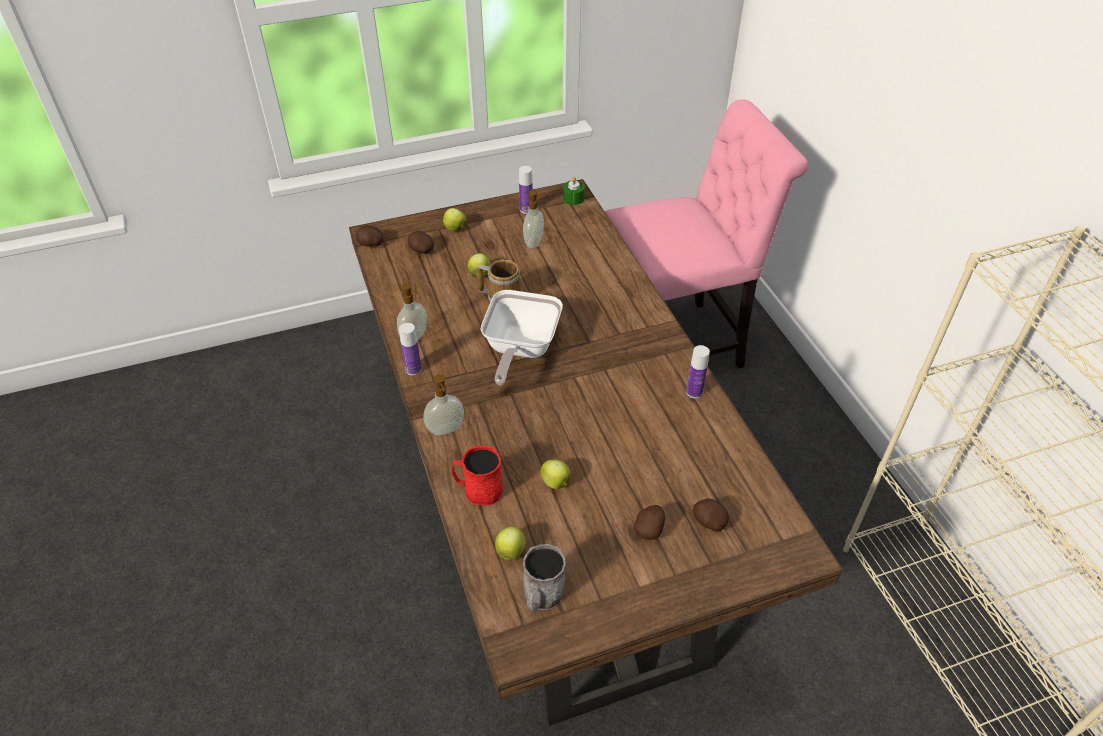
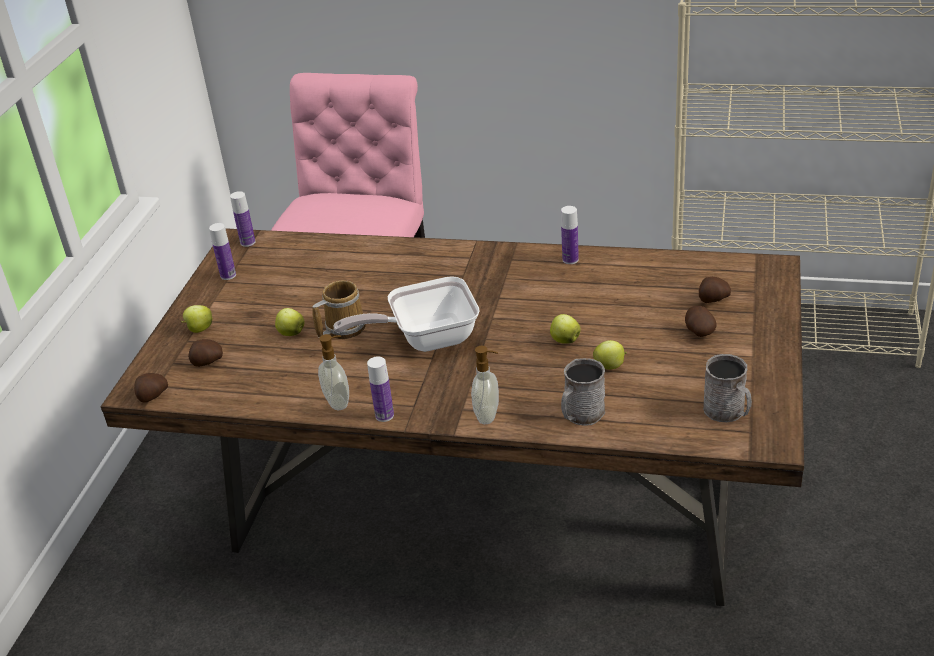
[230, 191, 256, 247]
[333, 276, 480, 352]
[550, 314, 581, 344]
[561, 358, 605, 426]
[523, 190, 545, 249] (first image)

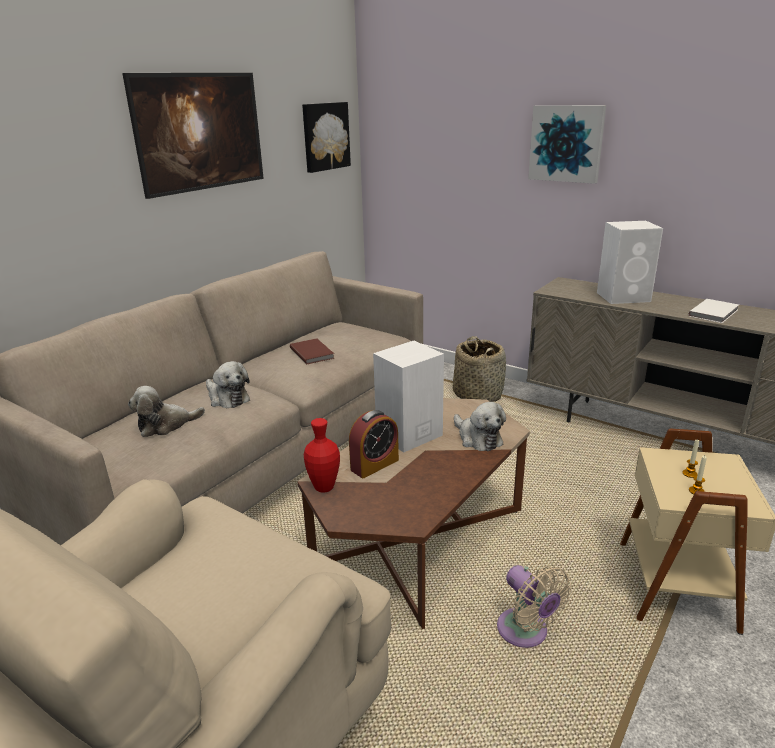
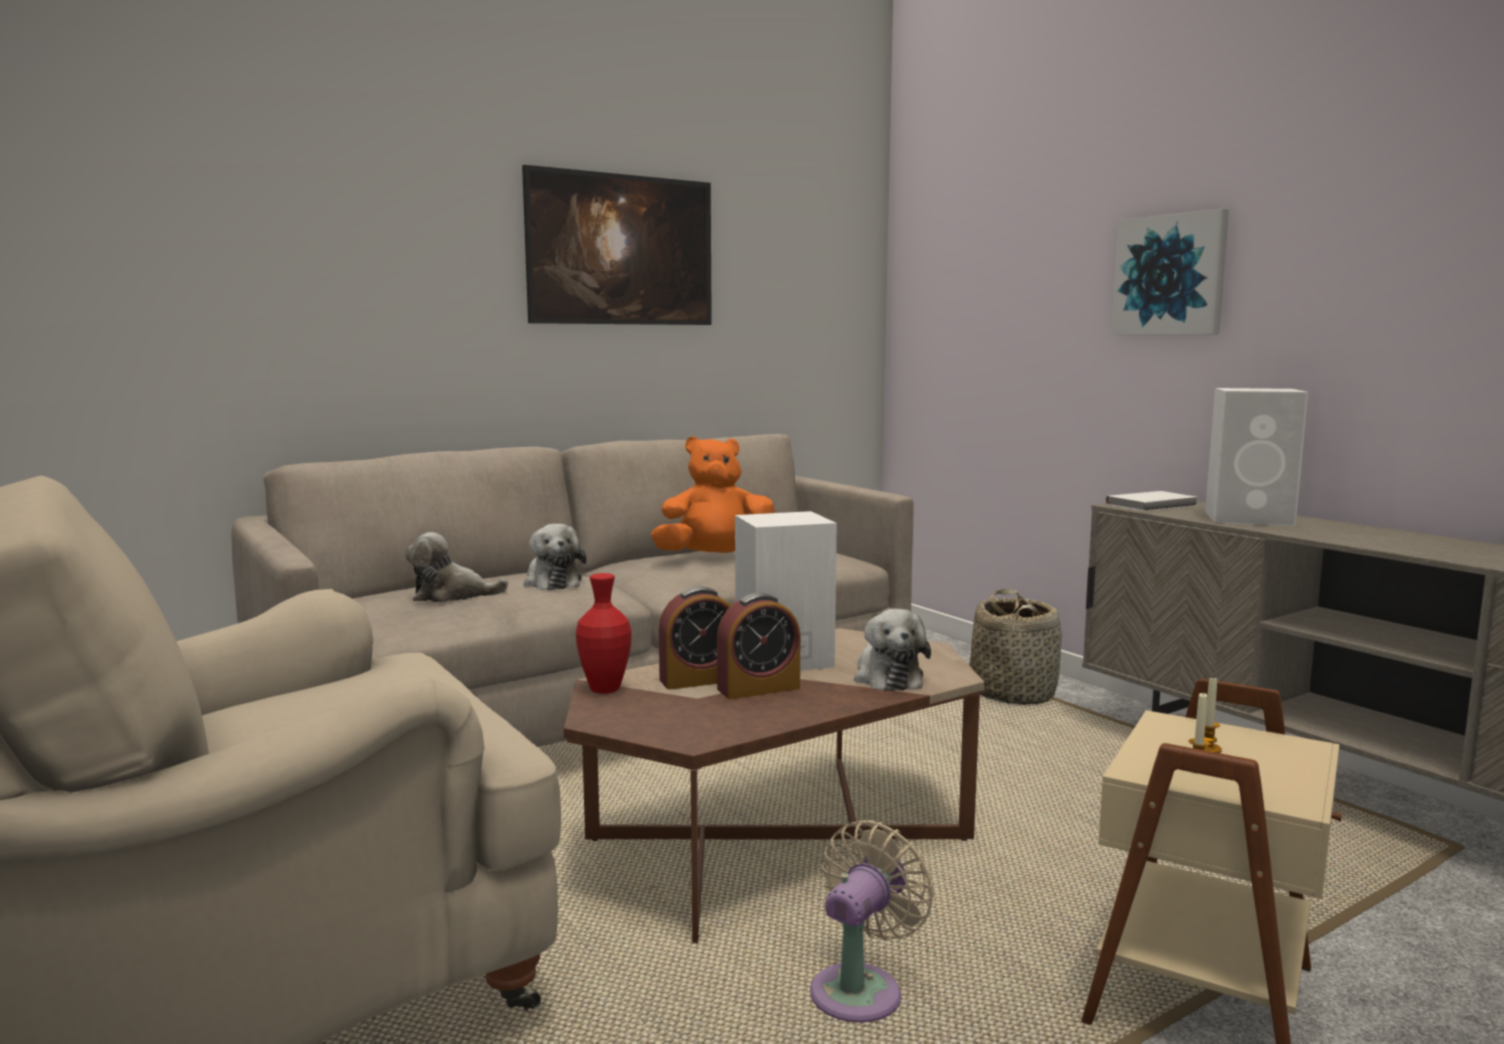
[651, 436, 775, 553]
[717, 593, 800, 699]
[810, 820, 934, 1023]
[1106, 491, 1198, 511]
[302, 102, 351, 173] (first image)

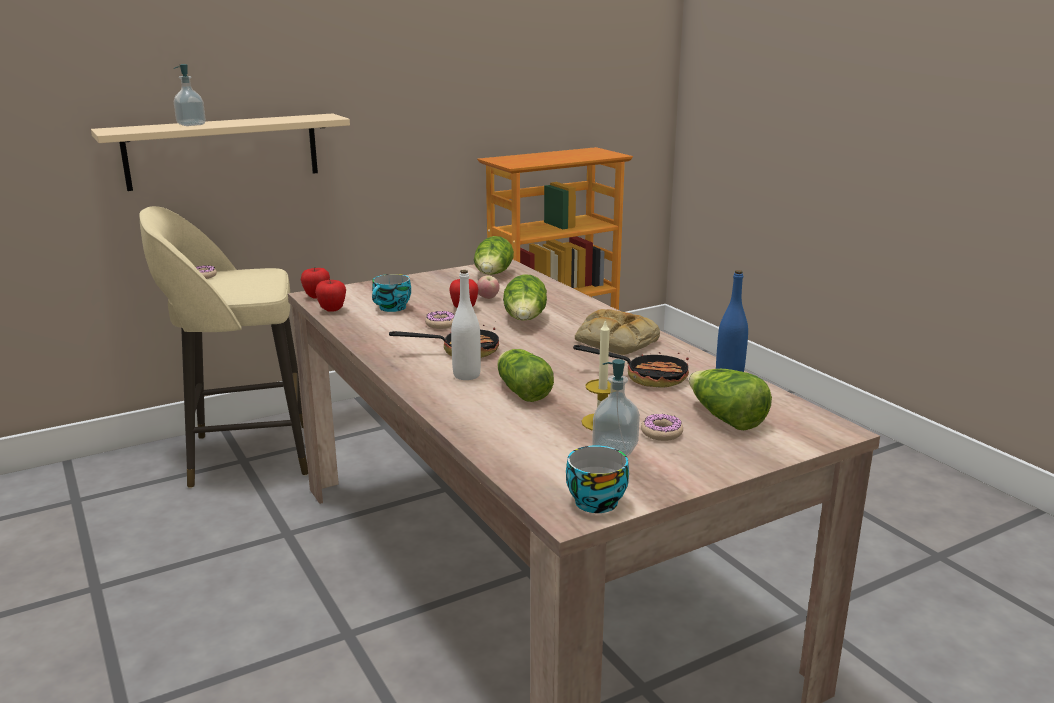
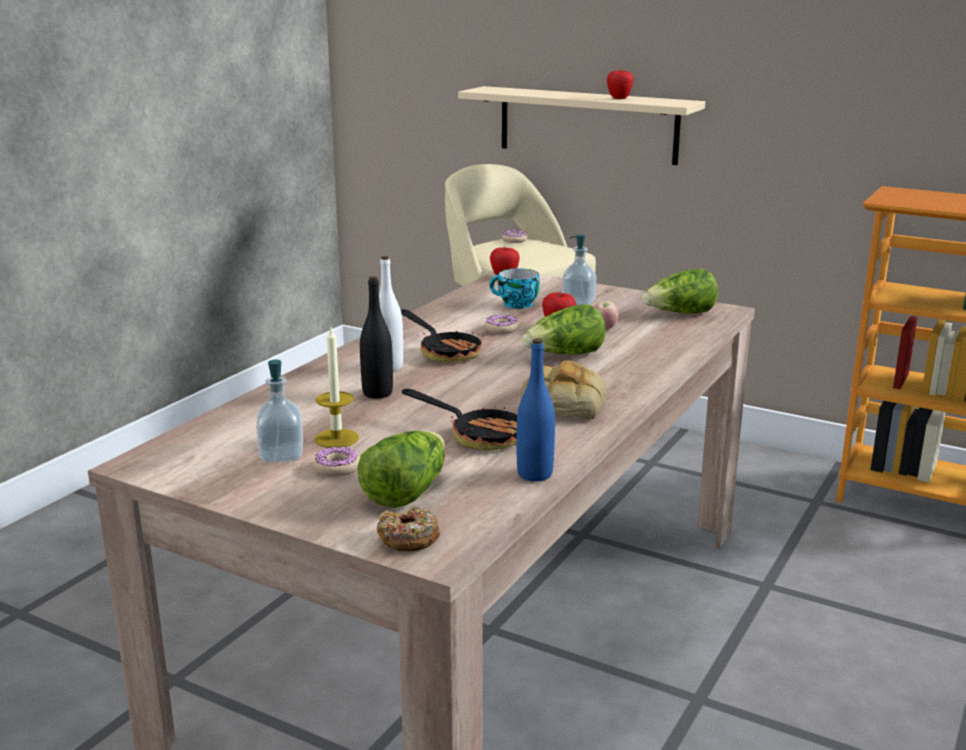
[360, 276, 393, 398]
[377, 506, 440, 551]
[402, 389, 517, 451]
[562, 234, 596, 305]
[607, 70, 634, 99]
[566, 446, 629, 513] (first image)

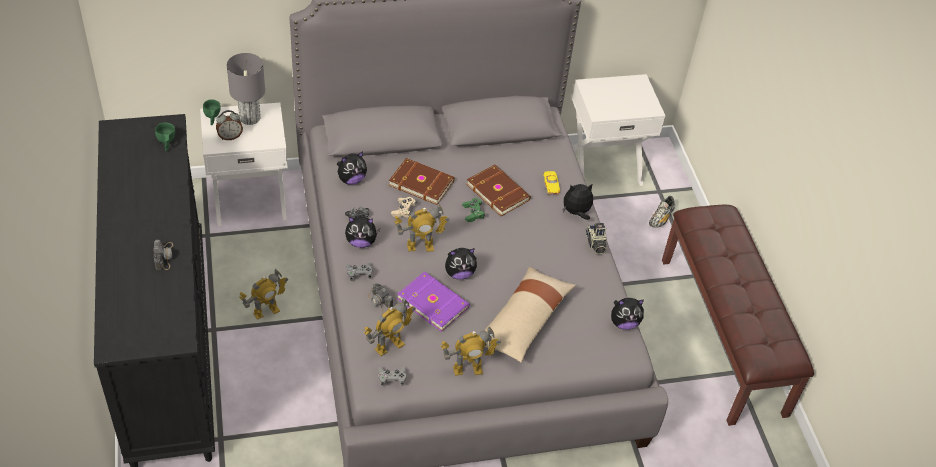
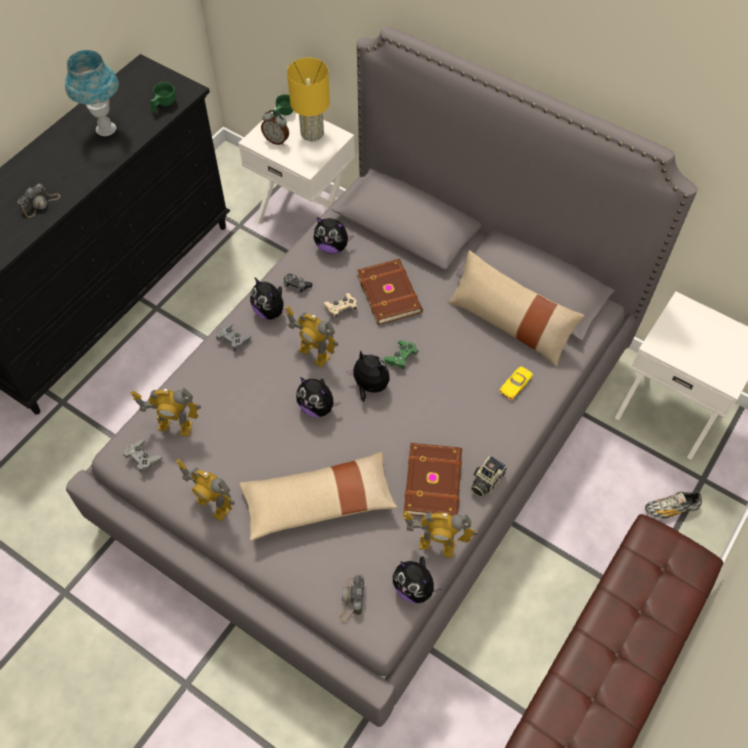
[65, 50, 119, 136]
[287, 58, 330, 141]
[339, 575, 364, 622]
[347, 350, 390, 402]
[403, 511, 478, 558]
[404, 443, 462, 516]
[449, 250, 584, 366]
[397, 271, 470, 332] (first image)

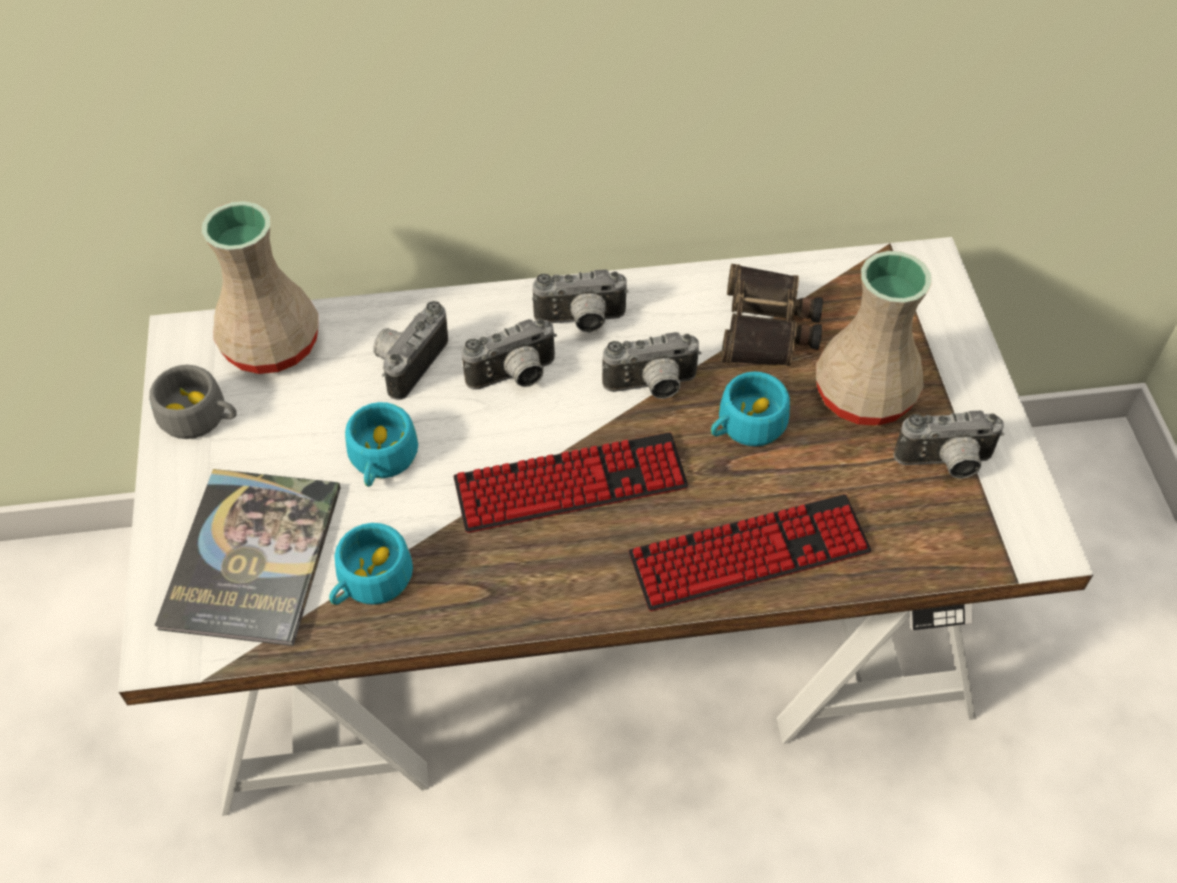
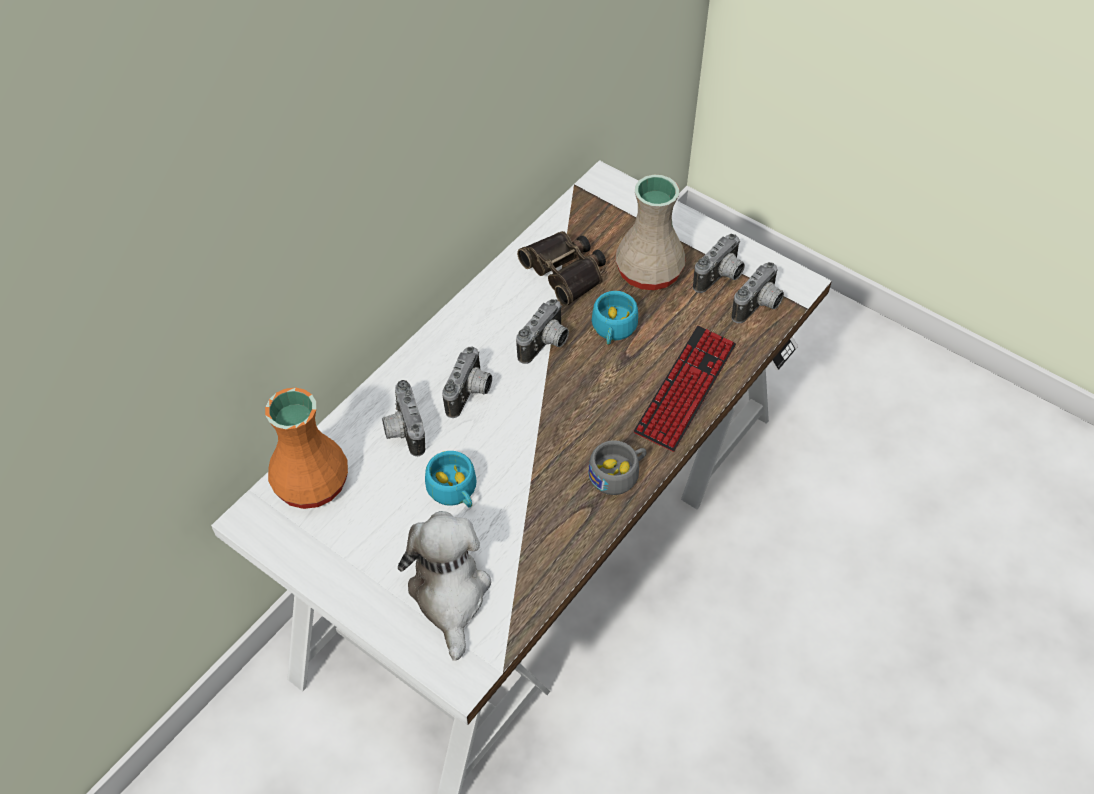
[265, 387, 348, 509]
[398, 511, 491, 661]
[588, 440, 646, 495]
[732, 262, 784, 323]
[329, 523, 413, 605] (first image)
[453, 432, 688, 533] (first image)

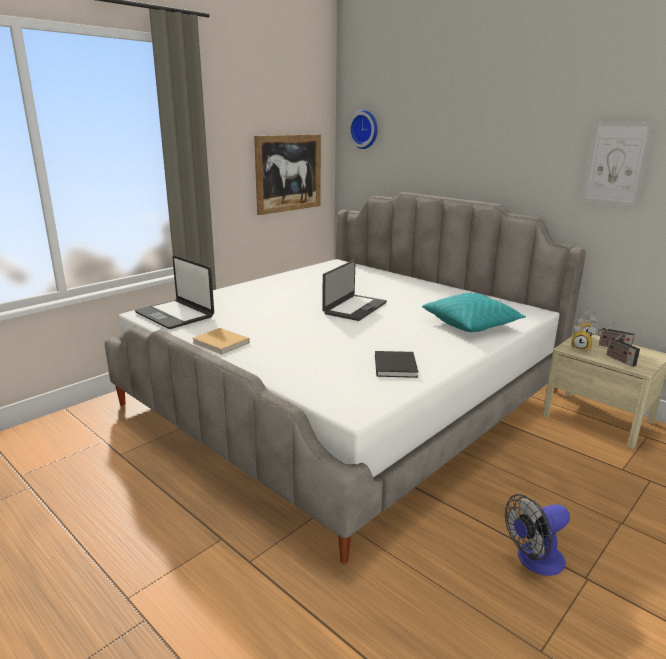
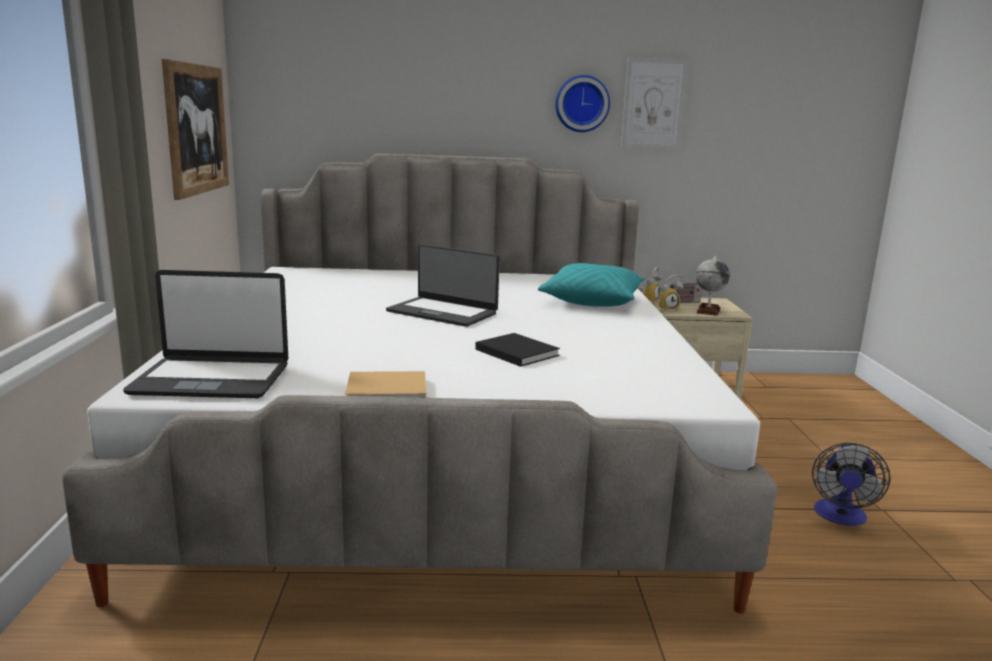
[386, 244, 500, 327]
[475, 333, 560, 367]
[555, 75, 610, 132]
[695, 256, 730, 316]

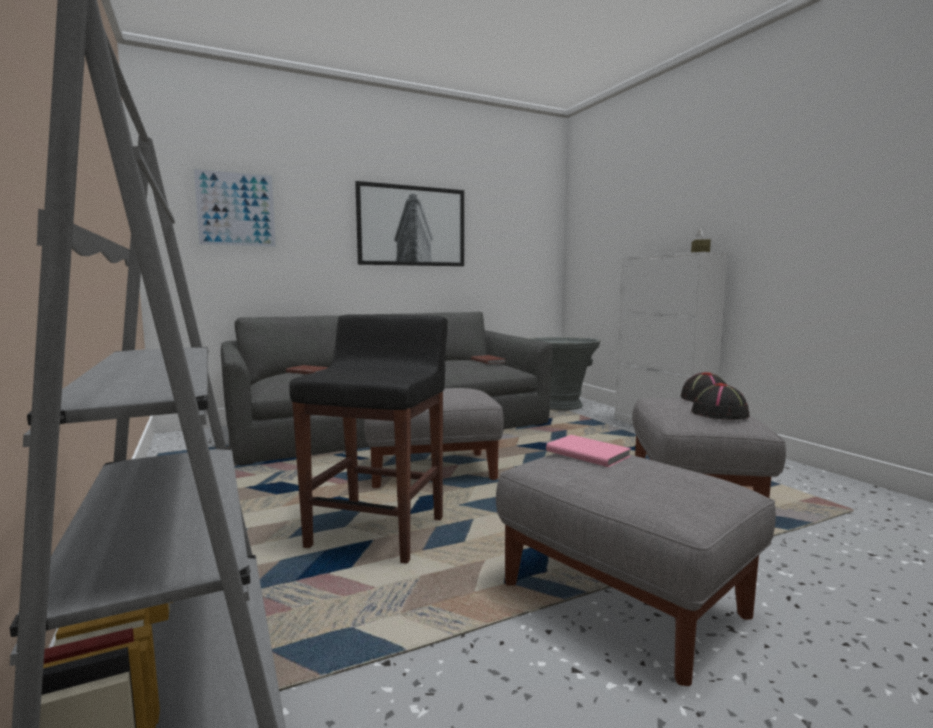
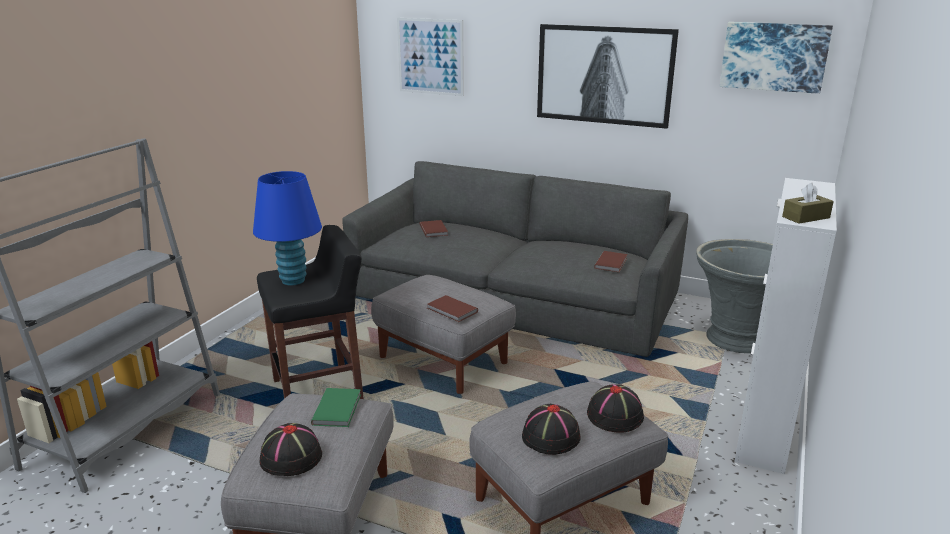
[253, 171, 322, 286]
[260, 423, 322, 476]
[311, 388, 361, 427]
[427, 295, 478, 322]
[720, 22, 833, 94]

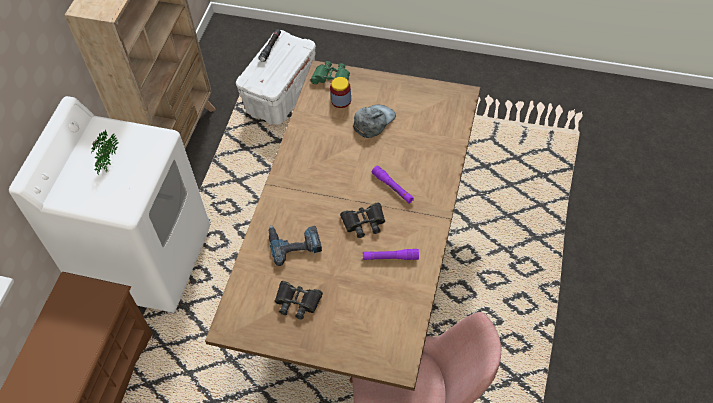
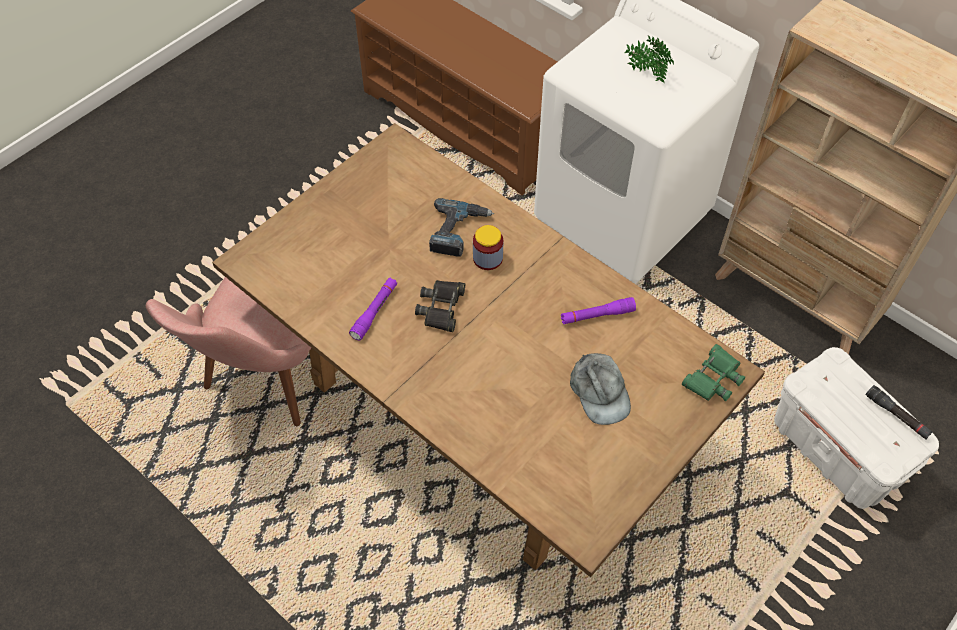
[473, 225, 503, 270]
[561, 297, 636, 324]
[274, 281, 323, 320] (first image)

